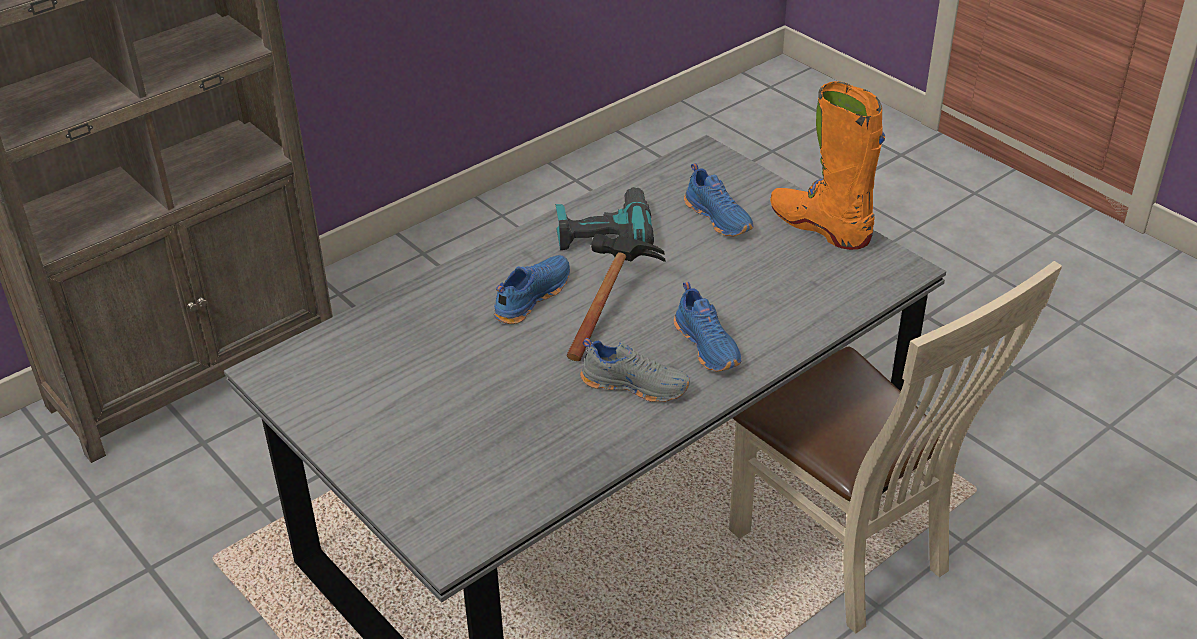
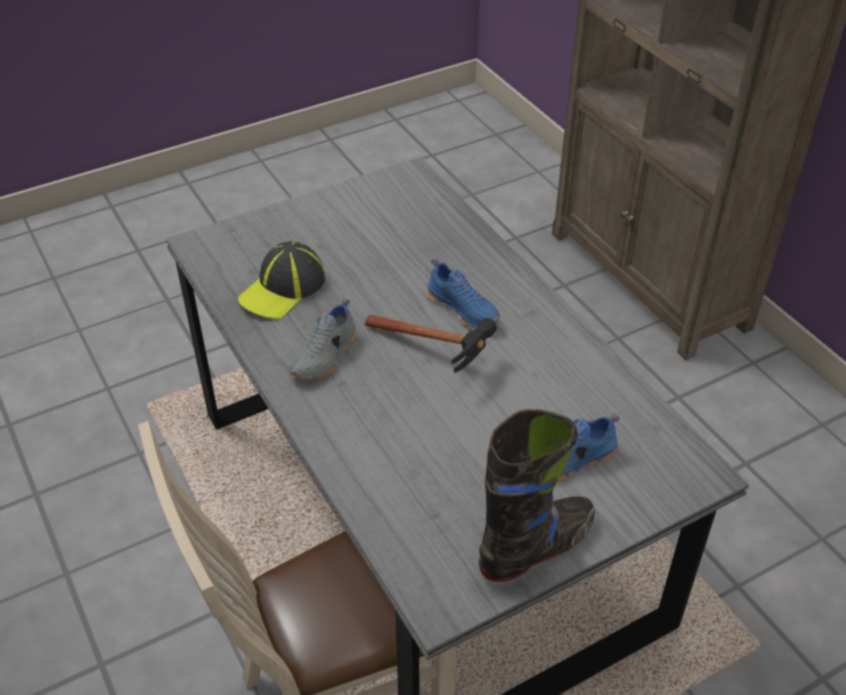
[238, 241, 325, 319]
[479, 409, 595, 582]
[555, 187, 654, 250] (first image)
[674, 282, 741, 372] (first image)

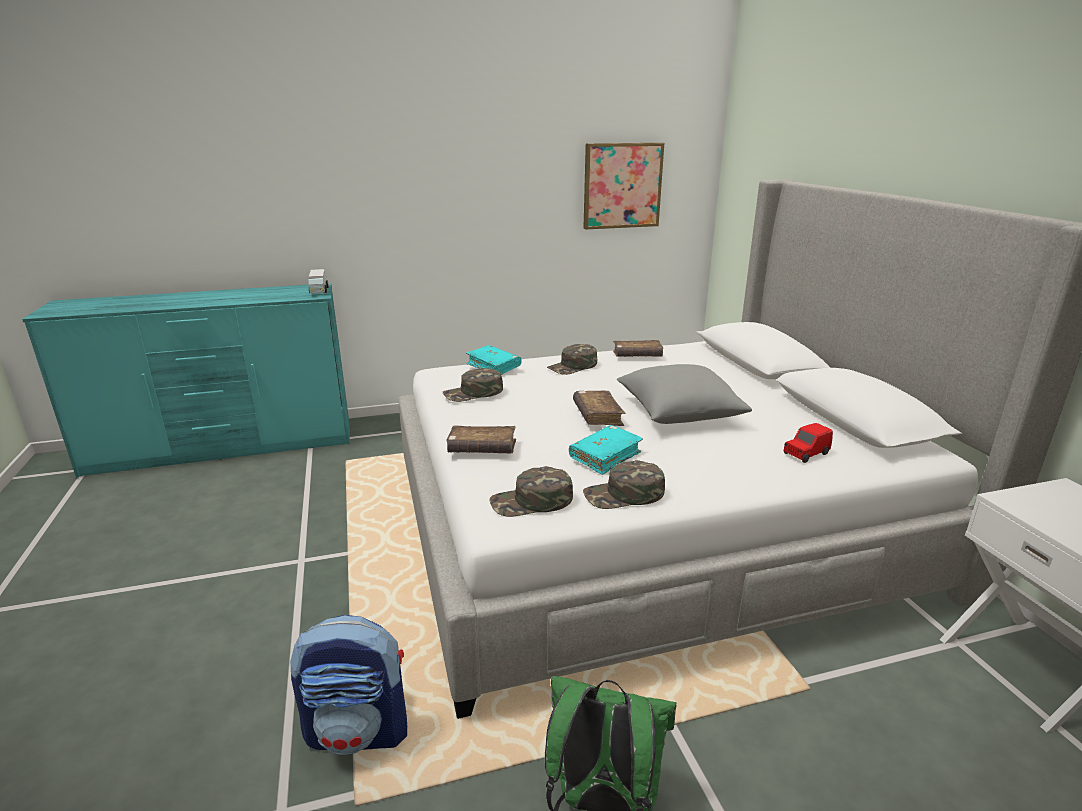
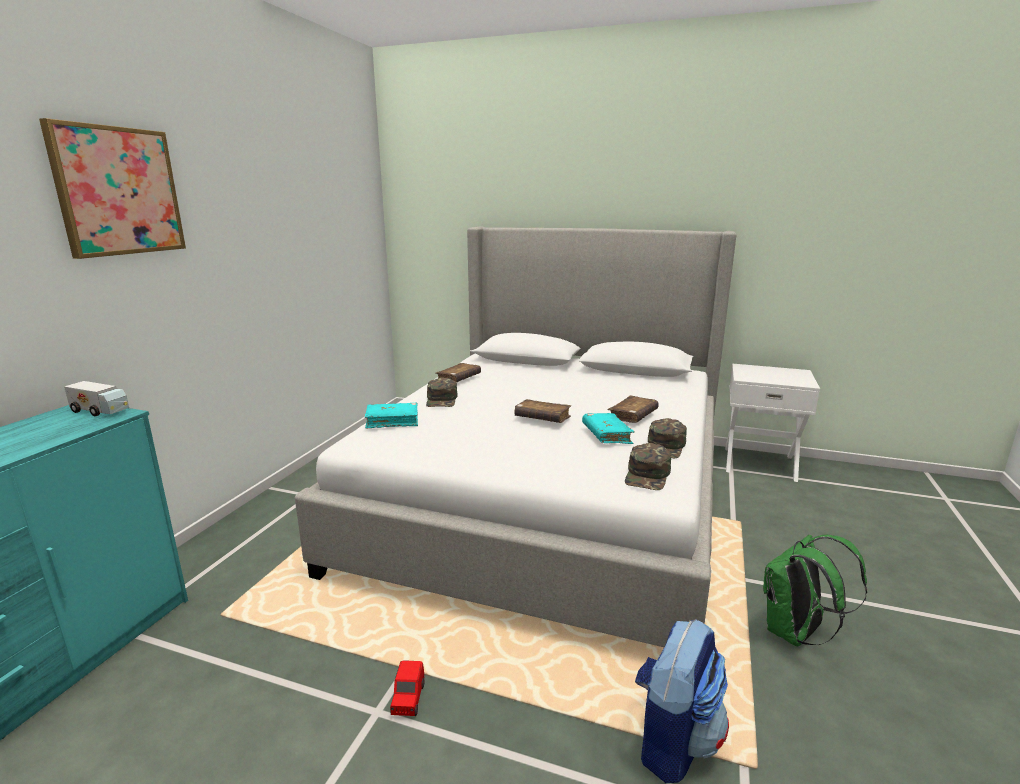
[39, 118, 186, 259]
[390, 660, 424, 716]
[608, 396, 659, 423]
[443, 368, 503, 402] (first image)
[617, 364, 752, 424] (first image)

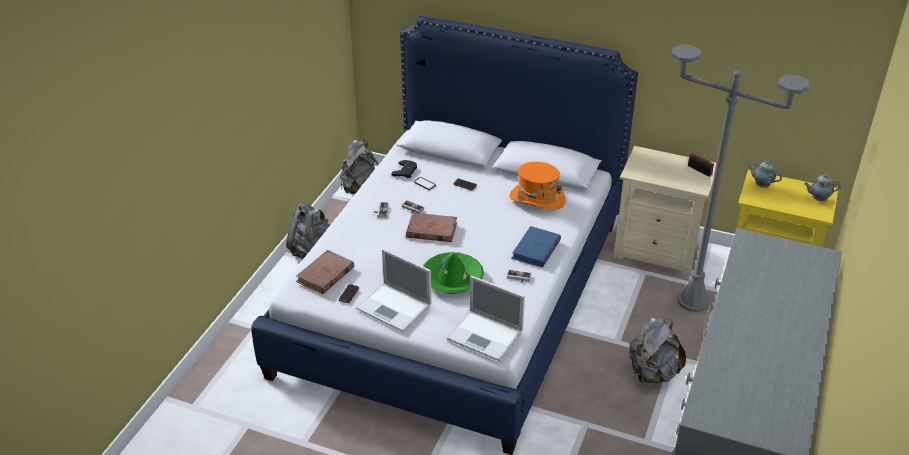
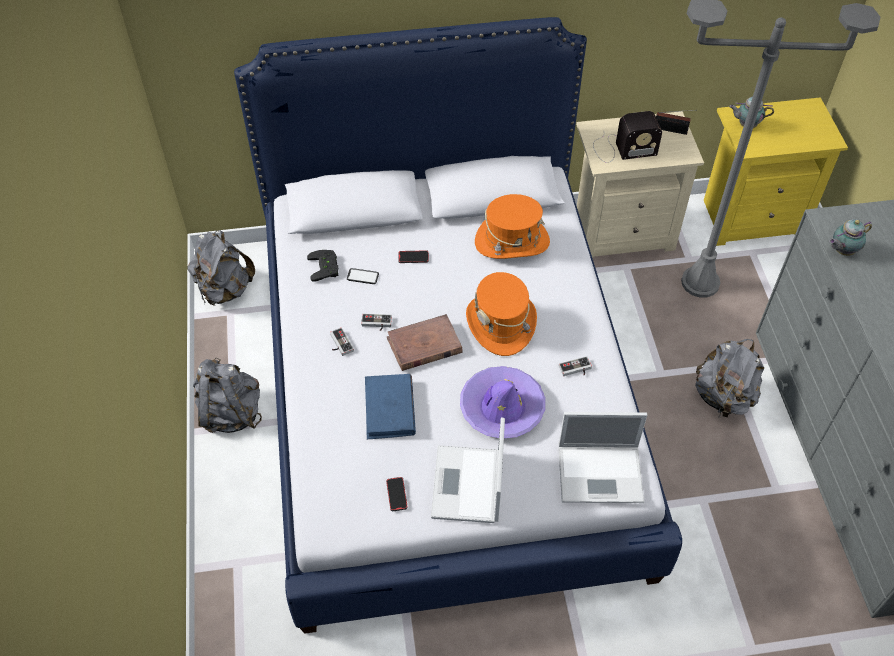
[365, 374, 416, 439]
[431, 417, 505, 523]
[460, 366, 545, 438]
[466, 272, 537, 356]
[593, 111, 662, 163]
[829, 219, 872, 256]
[296, 250, 354, 294] (first image)

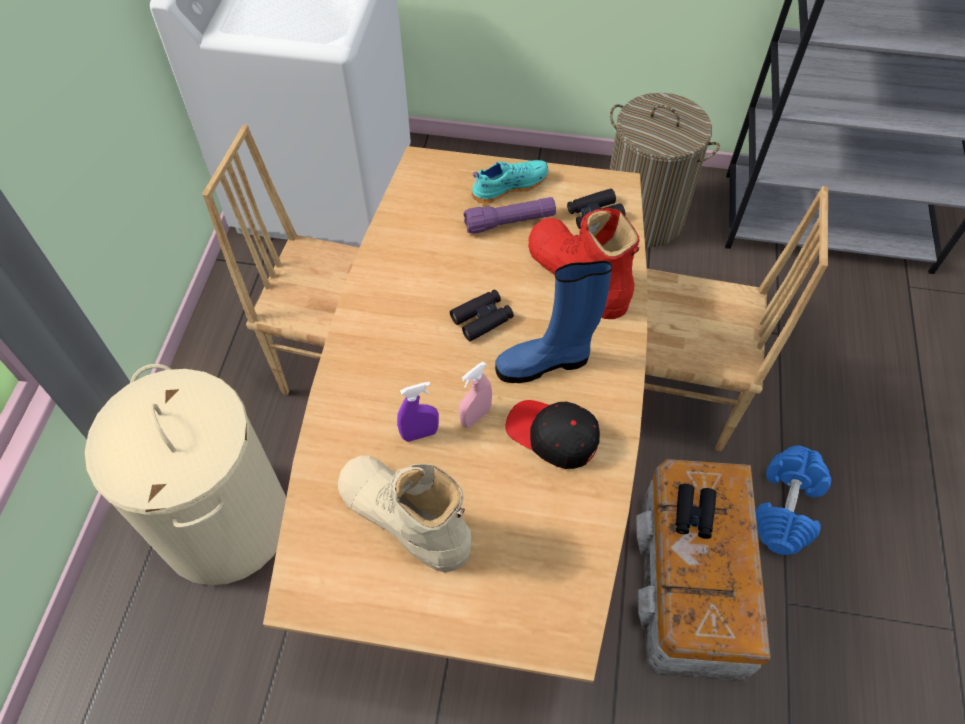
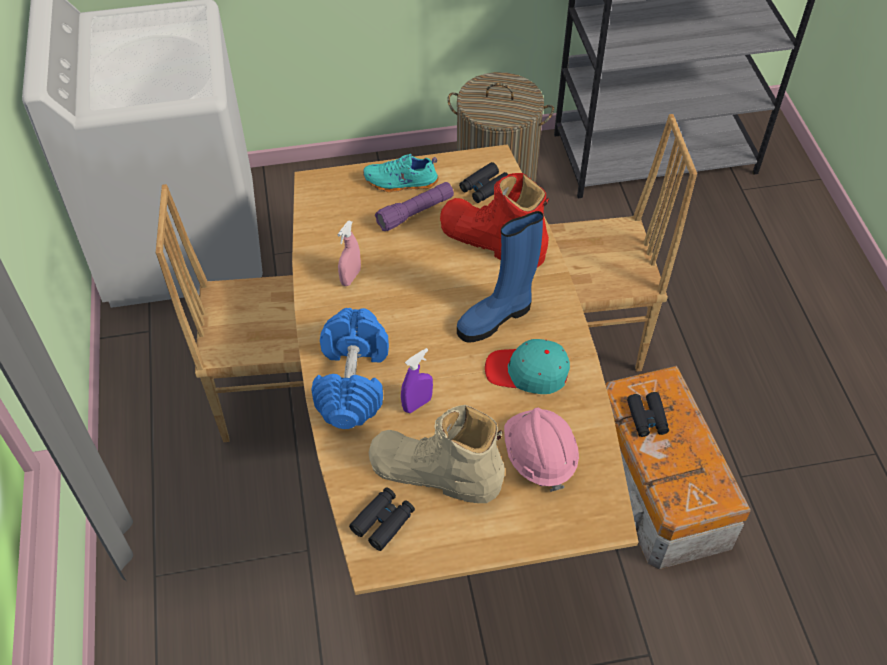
[311, 308, 389, 429]
[338, 220, 361, 286]
[349, 487, 415, 551]
[363, 154, 439, 192]
[485, 339, 570, 394]
[504, 408, 579, 492]
[85, 364, 286, 585] (first image)

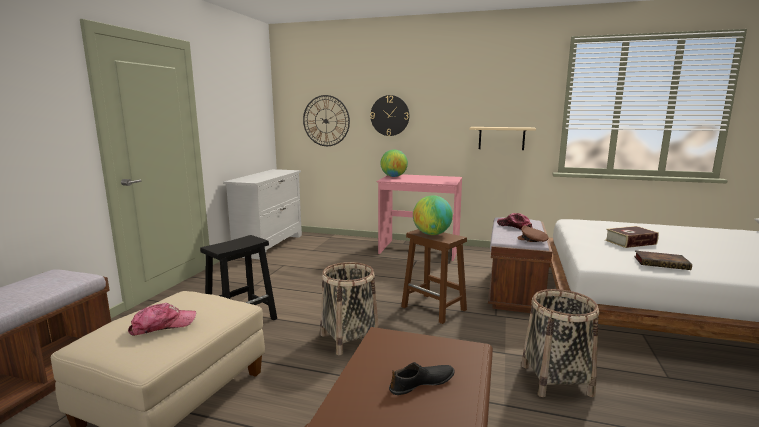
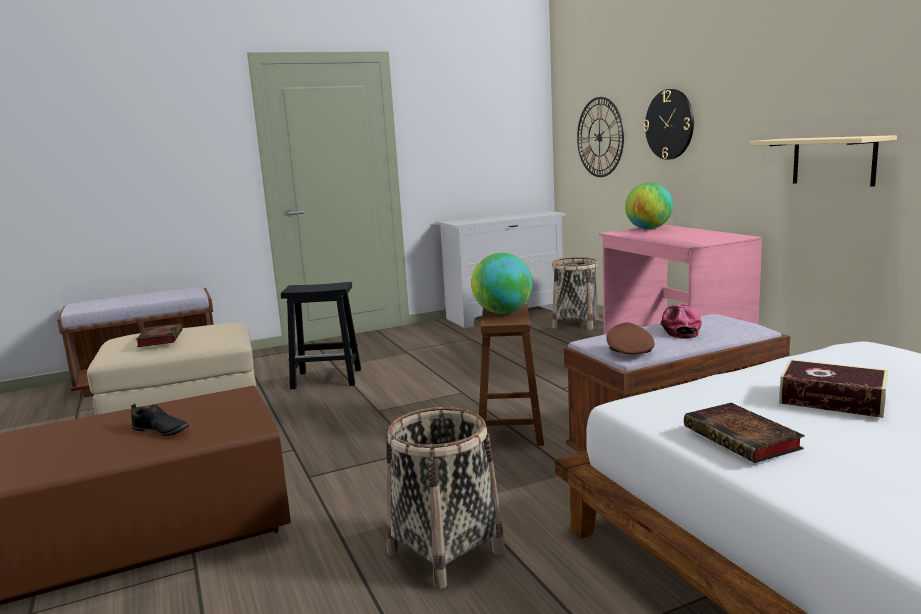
[135, 323, 182, 347]
[552, 257, 599, 330]

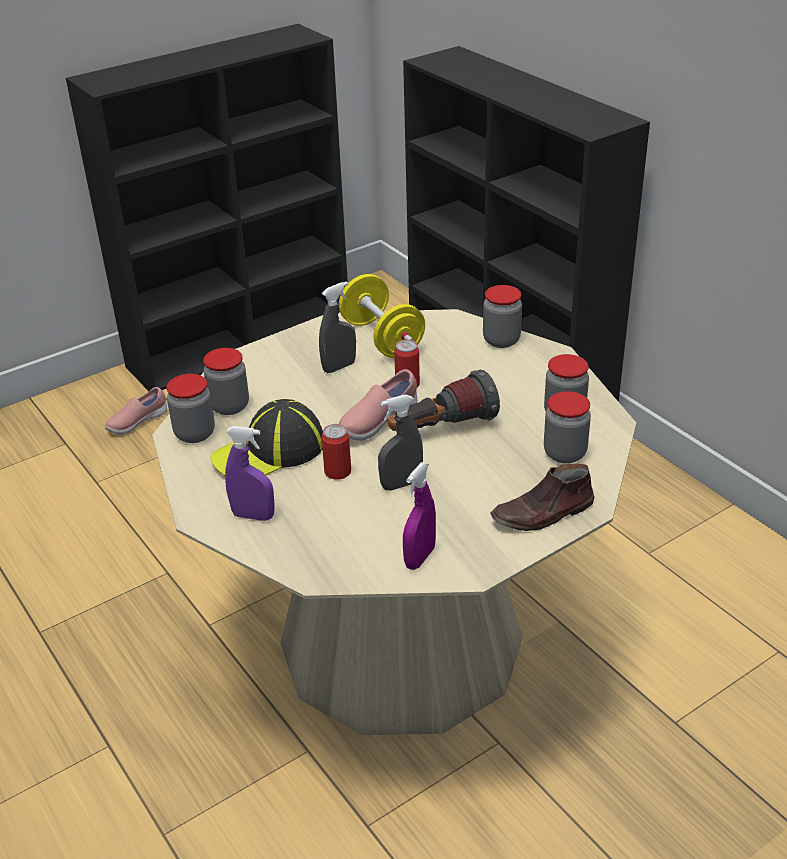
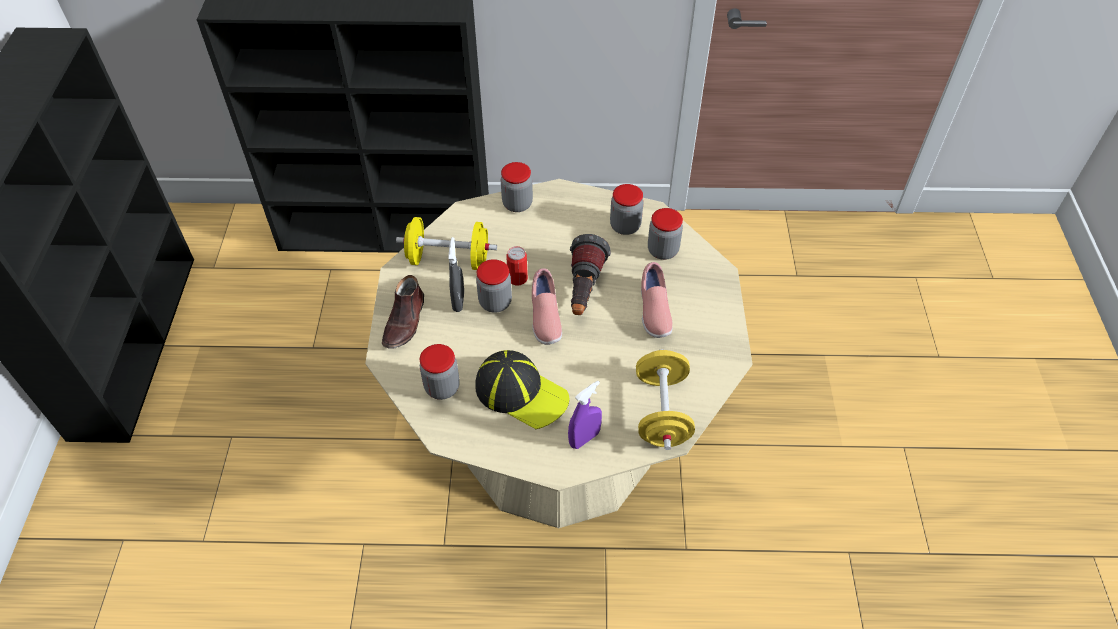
[382, 275, 424, 349]
[475, 350, 570, 429]
[476, 259, 512, 313]
[636, 349, 695, 450]
[641, 262, 672, 338]
[322, 424, 351, 480] (first image)
[378, 394, 423, 491] (first image)
[403, 462, 436, 570] (first image)

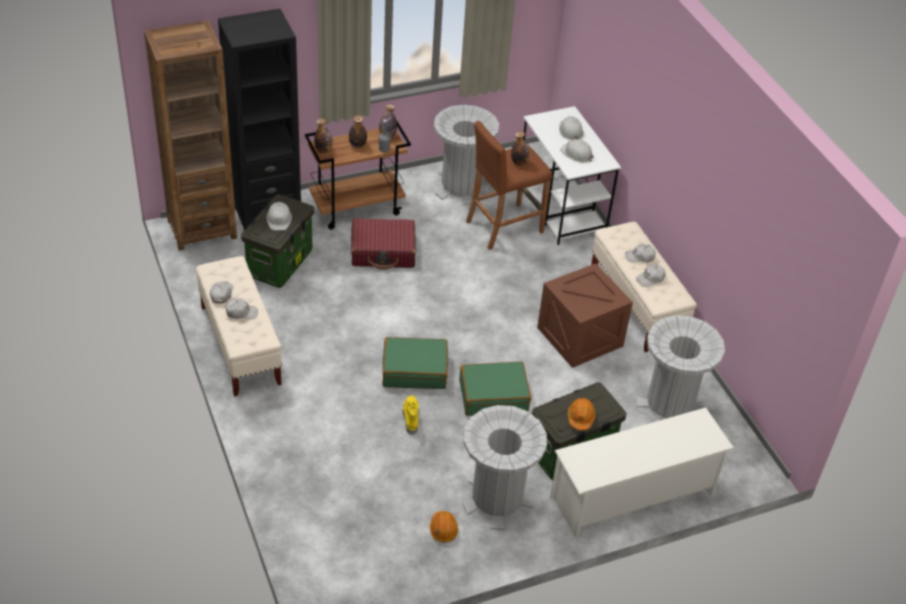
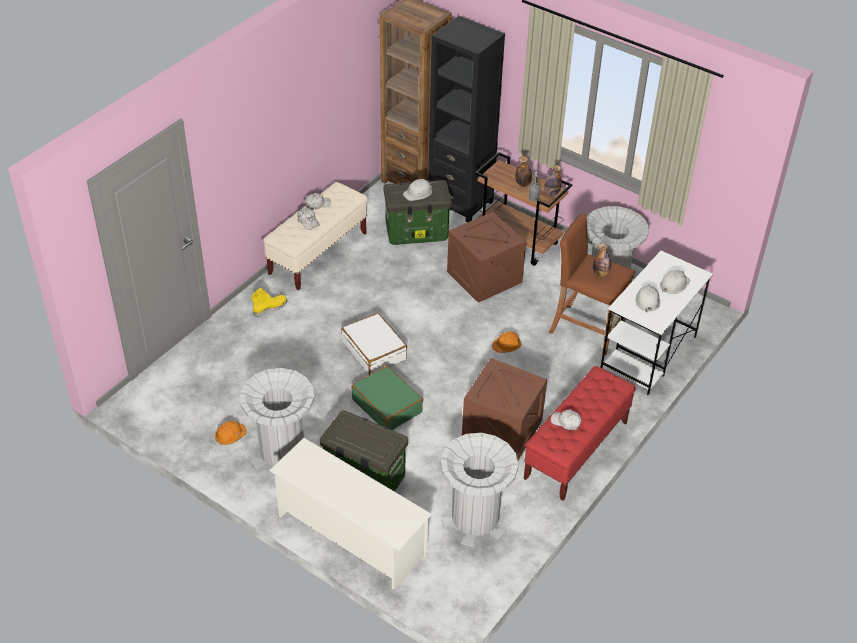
[251, 288, 287, 317]
[341, 313, 407, 375]
[447, 212, 526, 303]
[492, 331, 521, 353]
[524, 366, 635, 501]
[314, 119, 333, 153] (first image)
[625, 244, 656, 262] (first image)

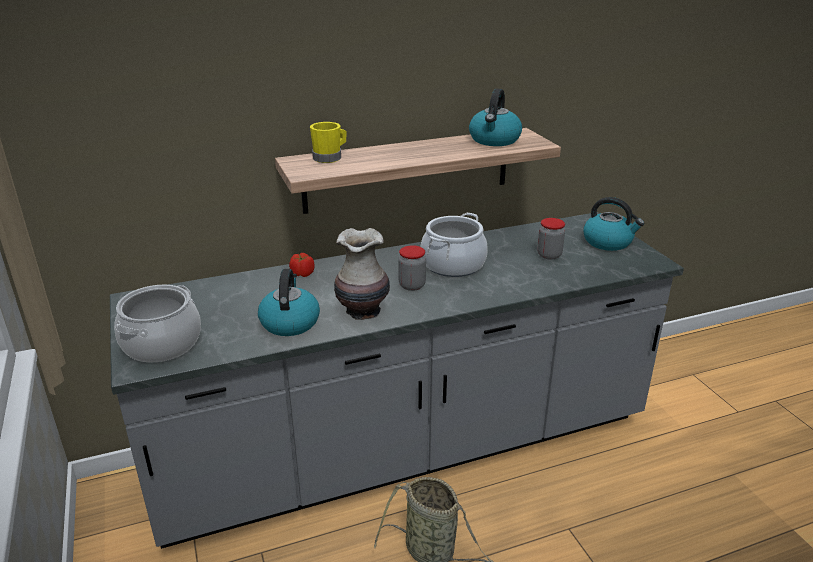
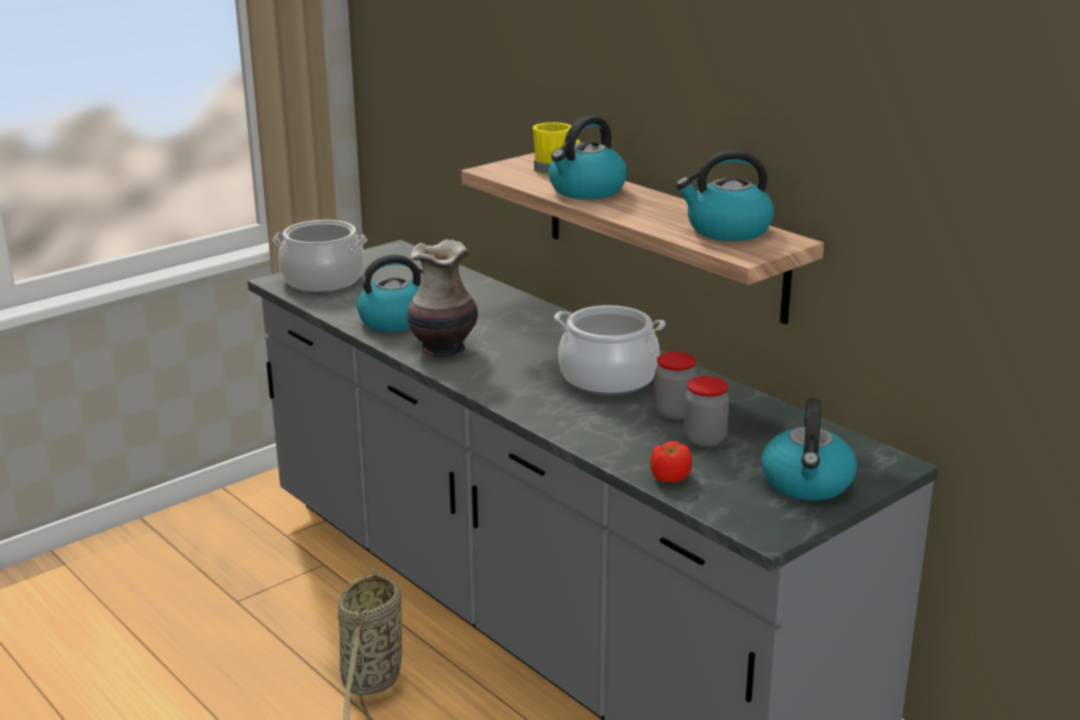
[548, 115, 627, 199]
[651, 441, 692, 483]
[654, 352, 697, 420]

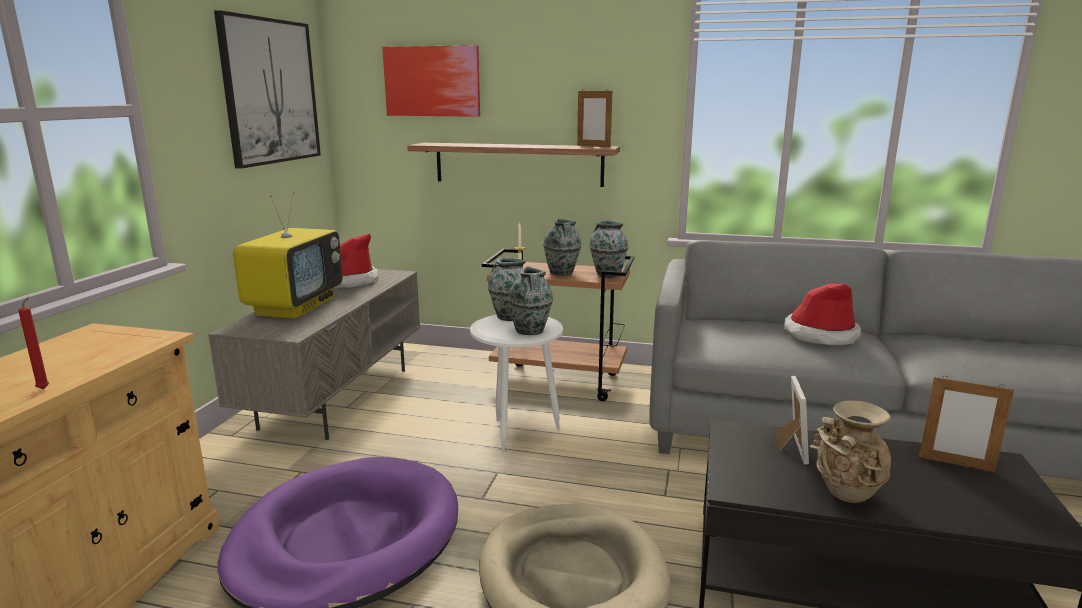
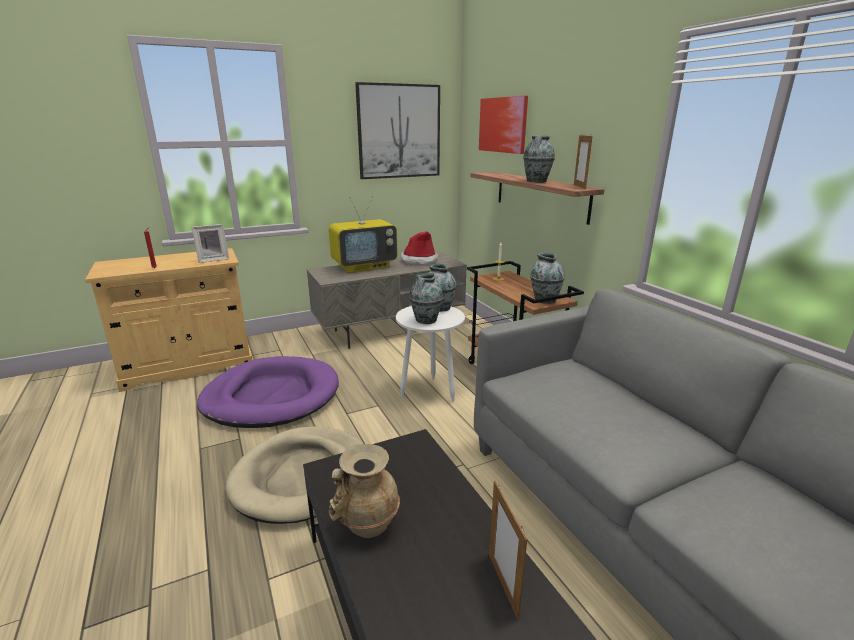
[192, 224, 229, 263]
[523, 136, 555, 183]
[784, 283, 861, 345] (first image)

